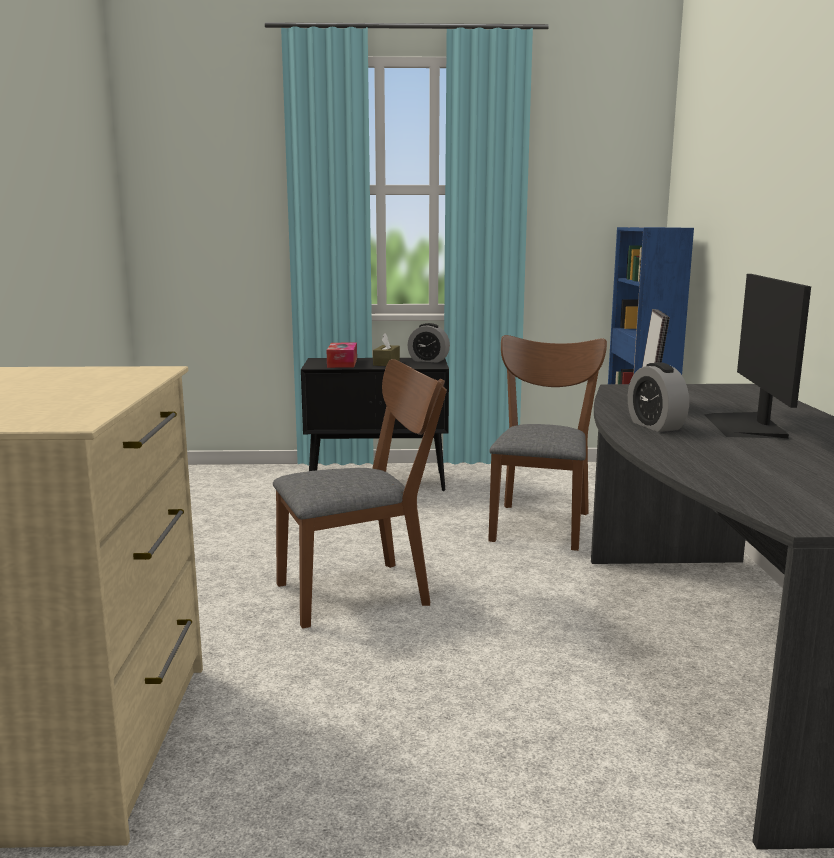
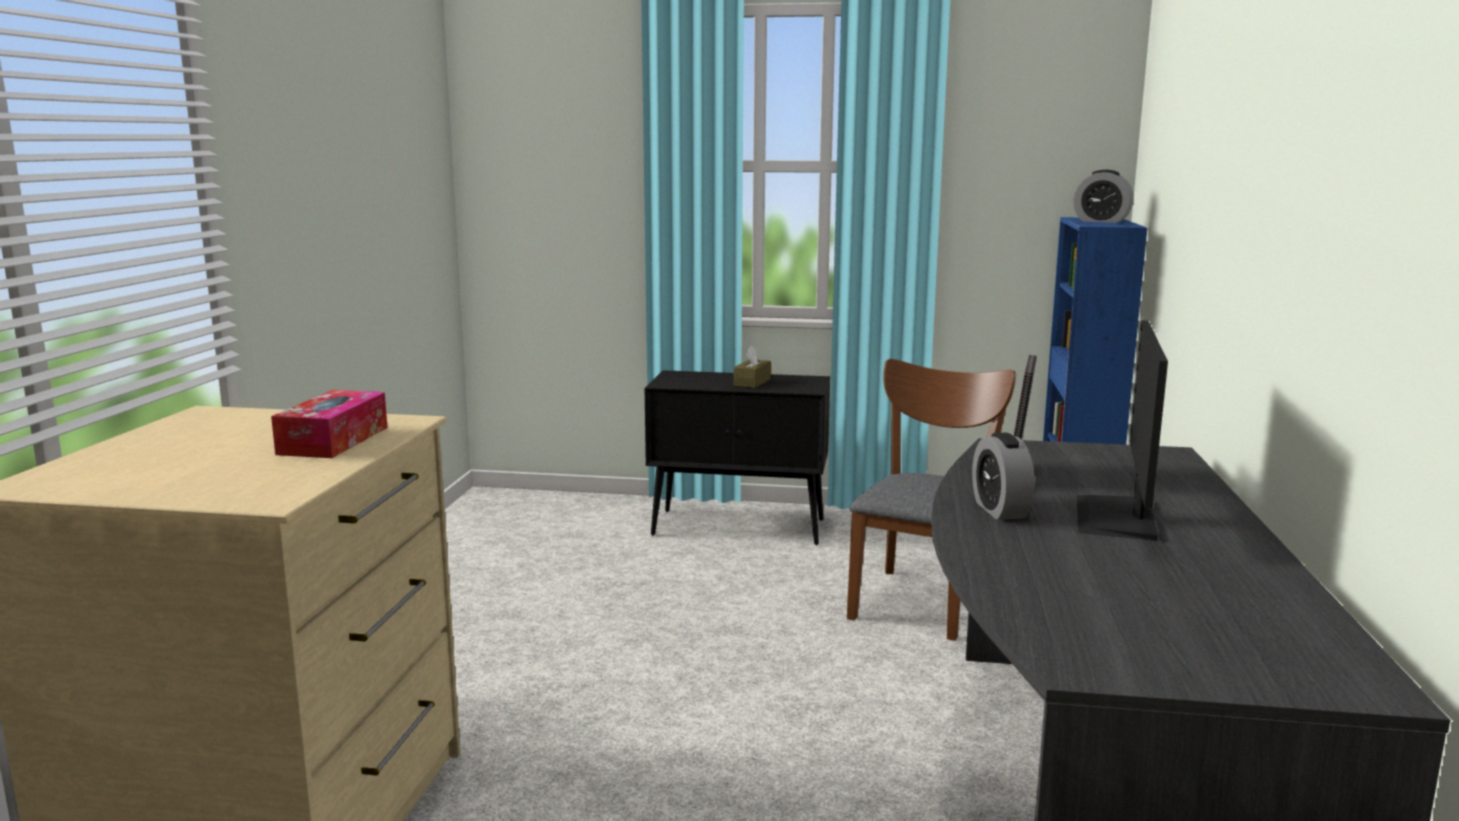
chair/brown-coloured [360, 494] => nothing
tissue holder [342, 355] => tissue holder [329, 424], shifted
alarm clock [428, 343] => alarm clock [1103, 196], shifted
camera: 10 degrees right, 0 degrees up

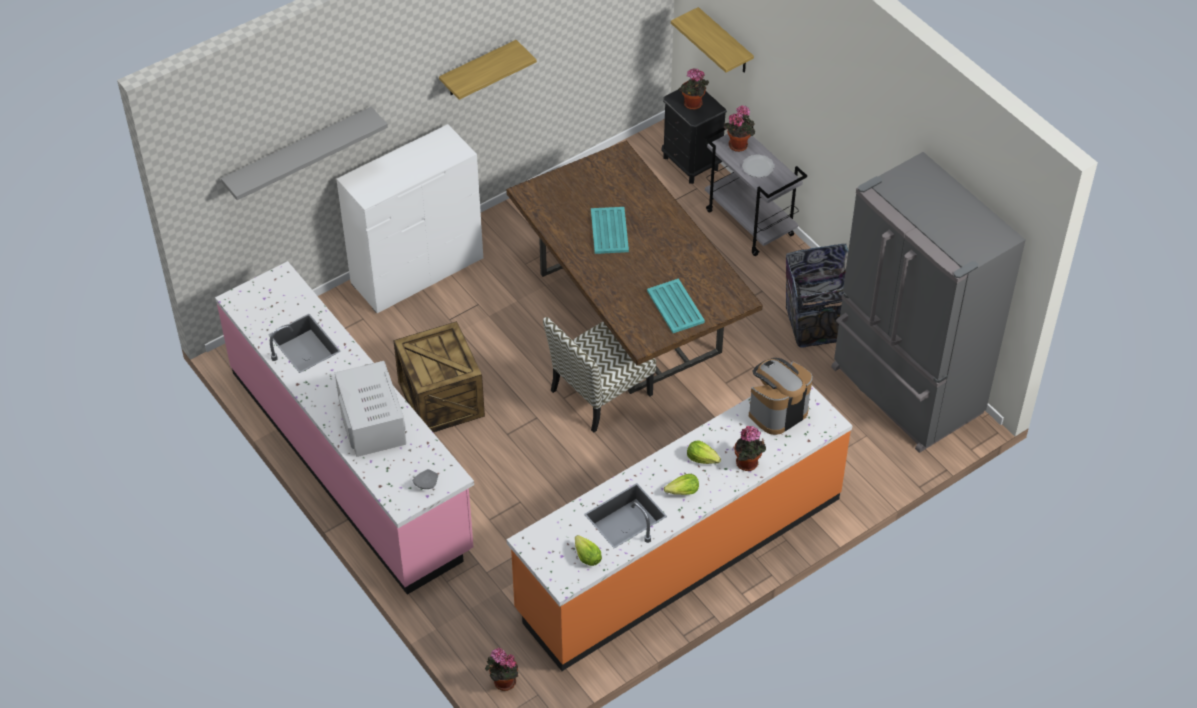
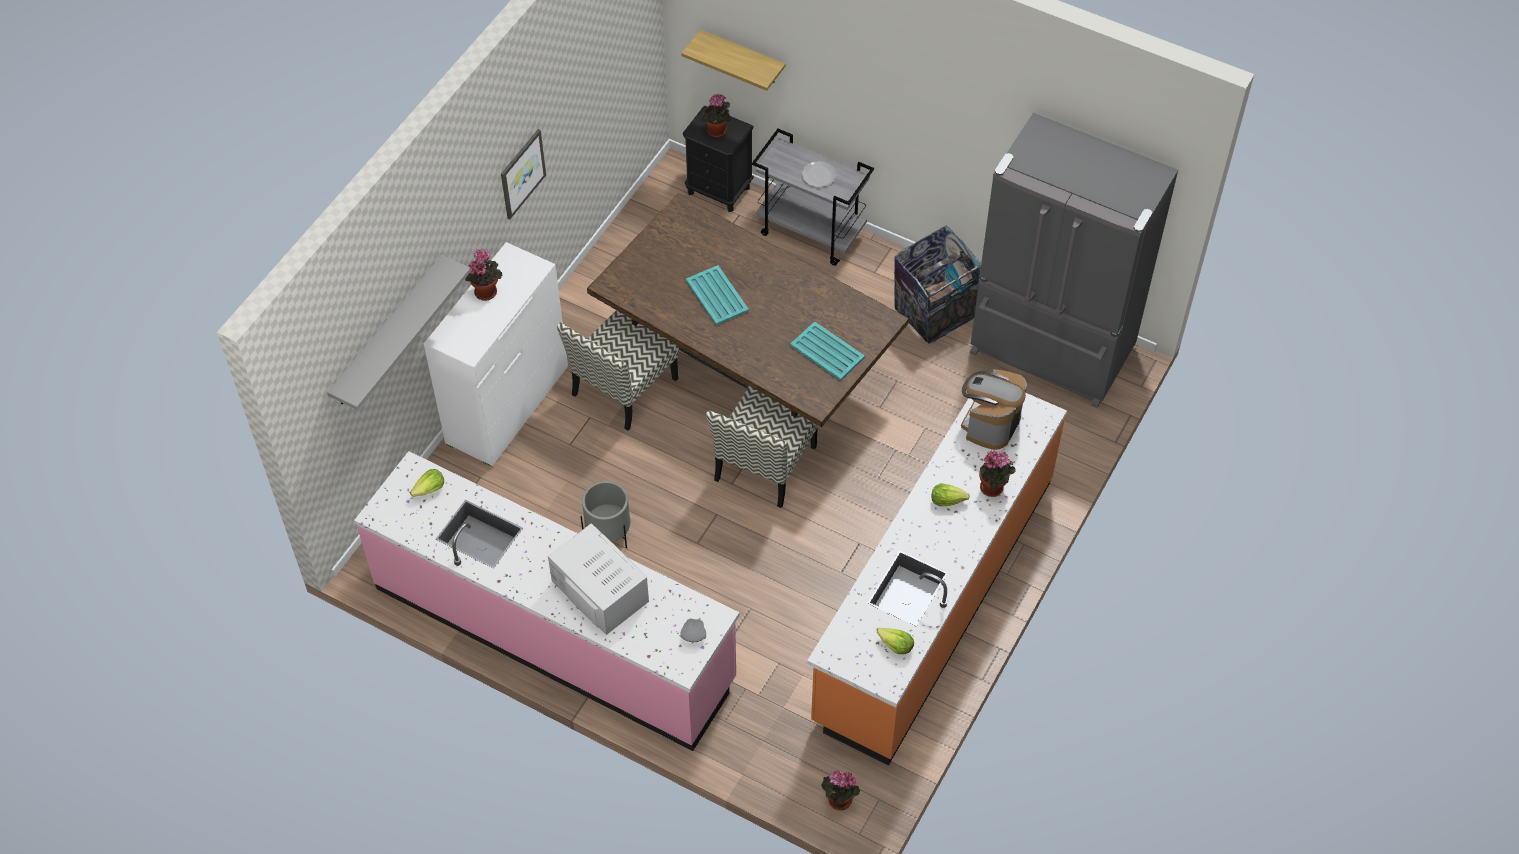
nothing => chair [618, 370]
lettuce head [681, 484] => lettuce head [427, 483], shifted
plant in a pot [739, 128] => plant in a pot [483, 274], shifted
shipping crate [439, 376] => planter/grey [605, 515]
bracket shelf [488, 70] => wall art [523, 174]
camera: 25 degrees left, 5 degrees up

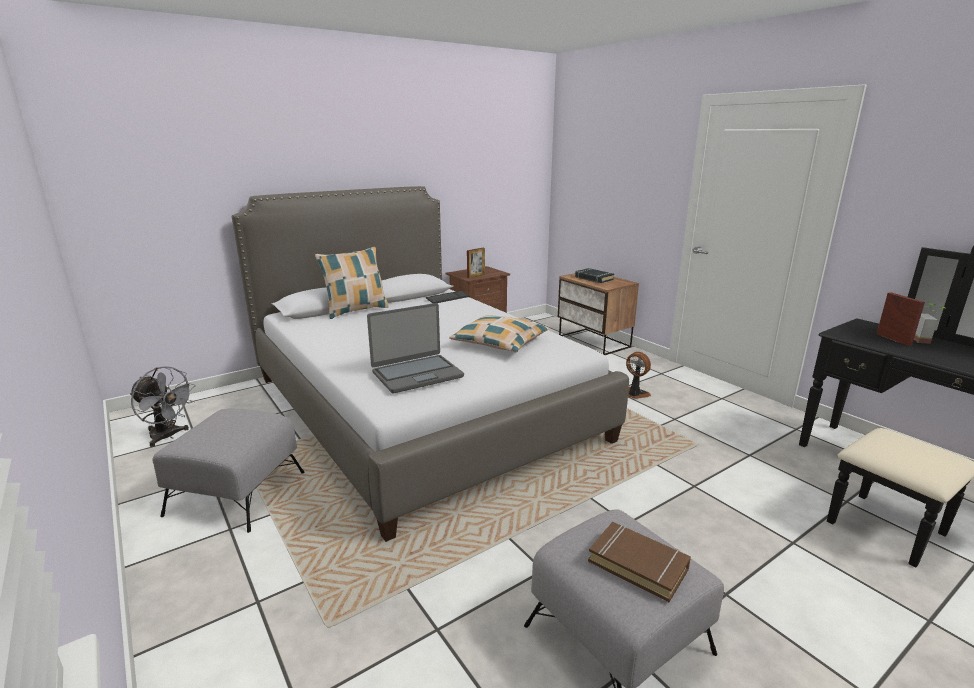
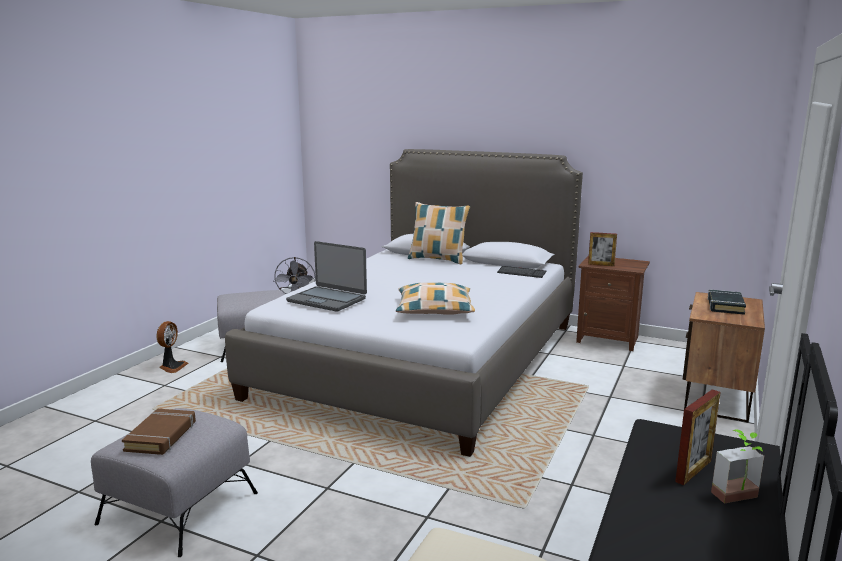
electric fan [638, 375] => electric fan [172, 347], shifted
camera: 60 degrees right, 5 degrees down

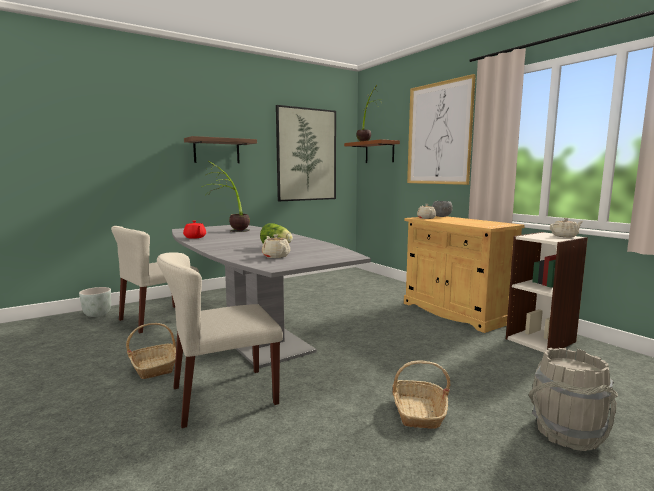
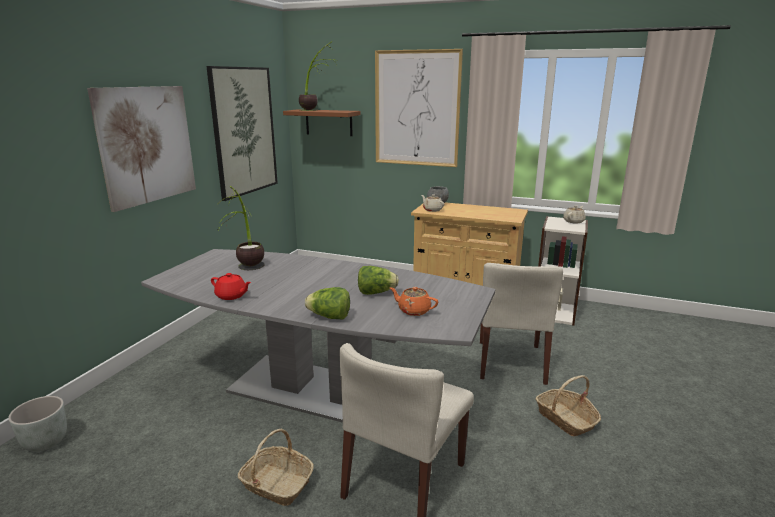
bucket/grey [573, 399] => nothing
nothing => lettuce head [327, 303]
chair/sand-coloured [155, 279] => chair/sand-coloured [521, 324], shifted
bracket shelf [220, 149] => wall art [141, 149]
teapot/sand-coloured [276, 246] => teapot/orangey [414, 301]
camera: 35 degrees left, 10 degrees up

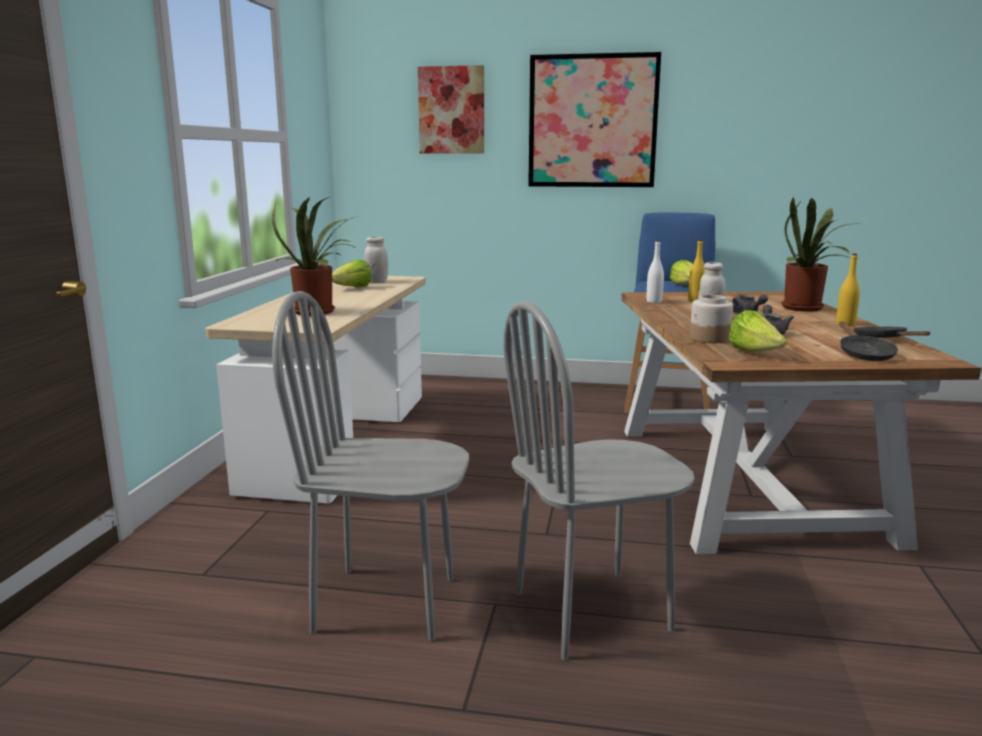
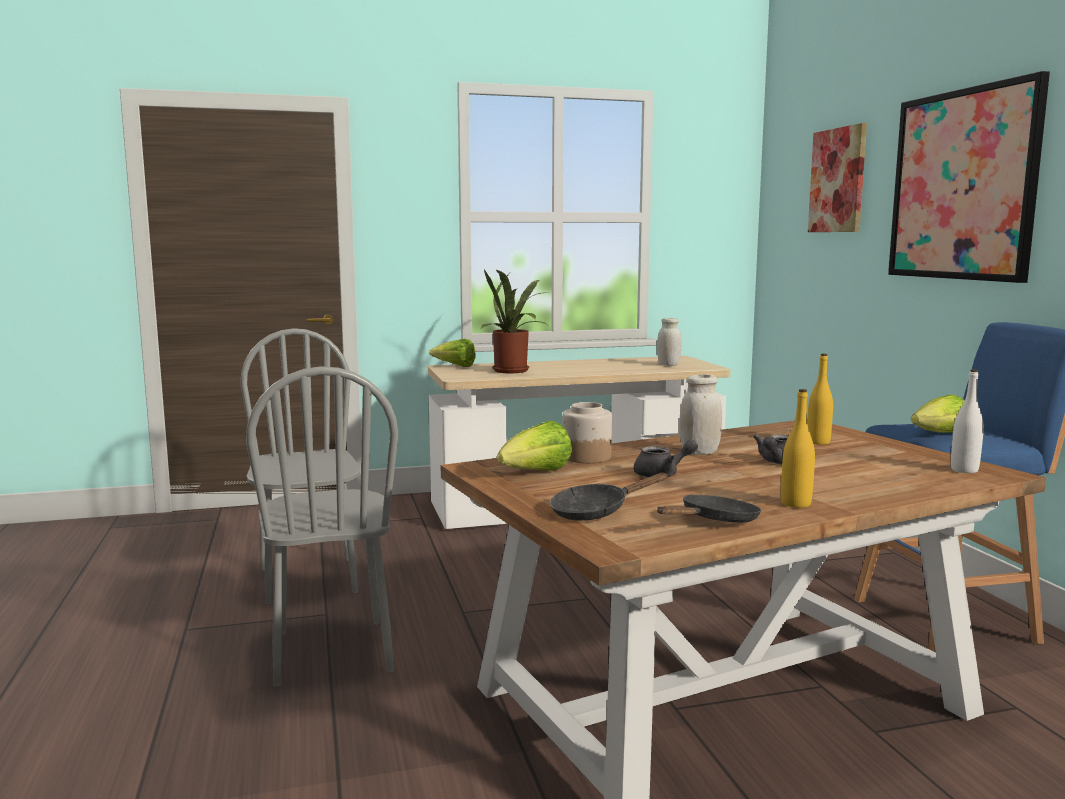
plant in a pot [822, 254] => nothing
lettuce head [352, 273] => lettuce head [452, 353], shifted
bottle/white [655, 271] => bottle/white [967, 421], shifted
chair/grey [599, 480] => chair/grey [322, 526], 150 degrees counterclockwise
camera: 65 degrees right, 5 degrees down

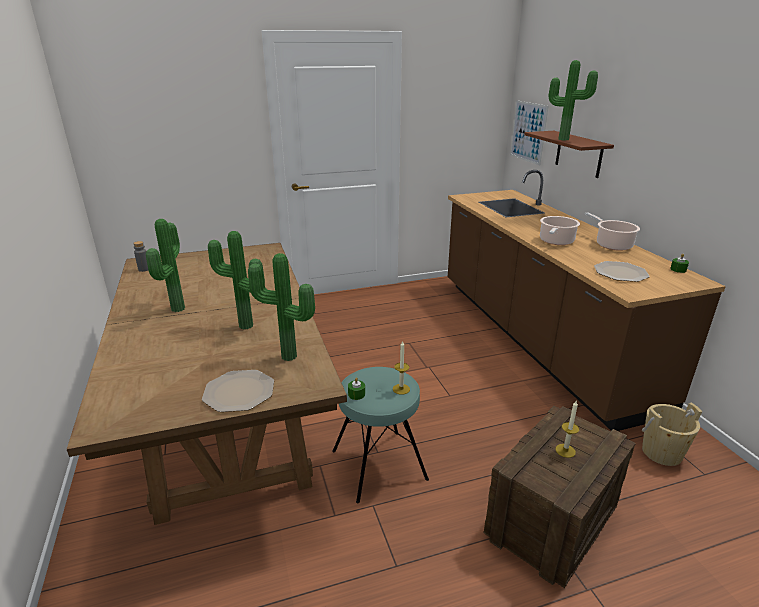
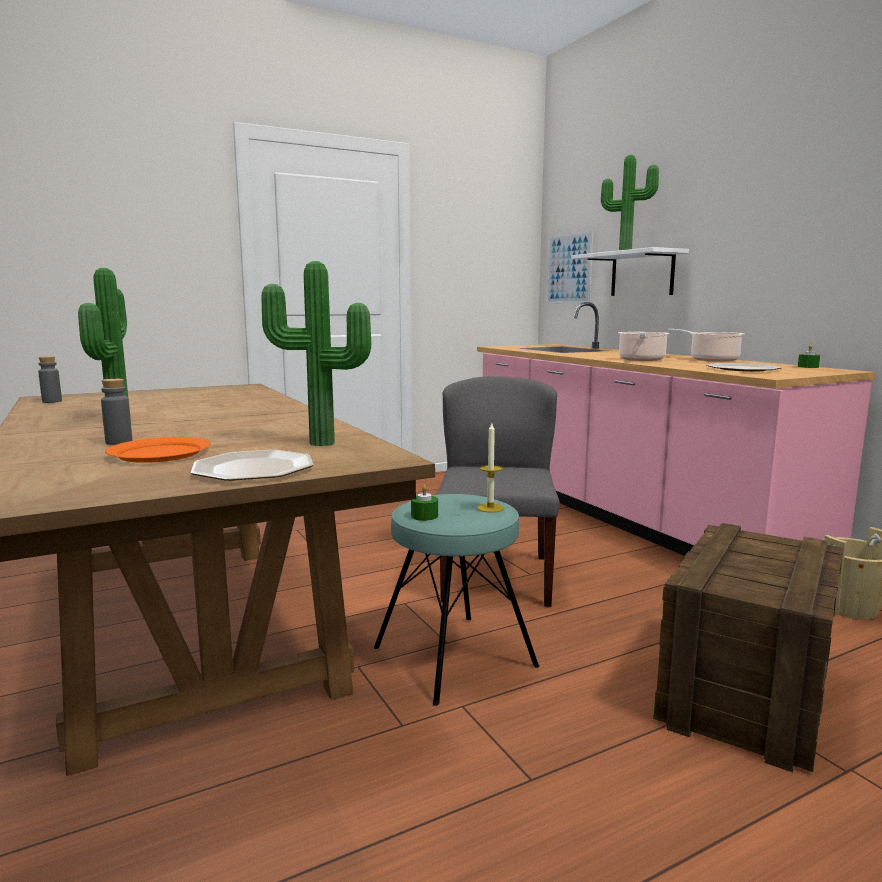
plant in a pot [236, 280] => nothing
candle [567, 429] => nothing
nothing => bottle/grey [116, 412]
nothing => flat dish/orangey [158, 450]
nothing => chair/grey [498, 491]
kitchen counter/brown-coloured [587, 300] => kitchen counter/pink [676, 429]
bracket shelf/brown-coloured [569, 154] => bracket shelf/white [630, 271]
camera: 10 degrees left, 15 degrees down

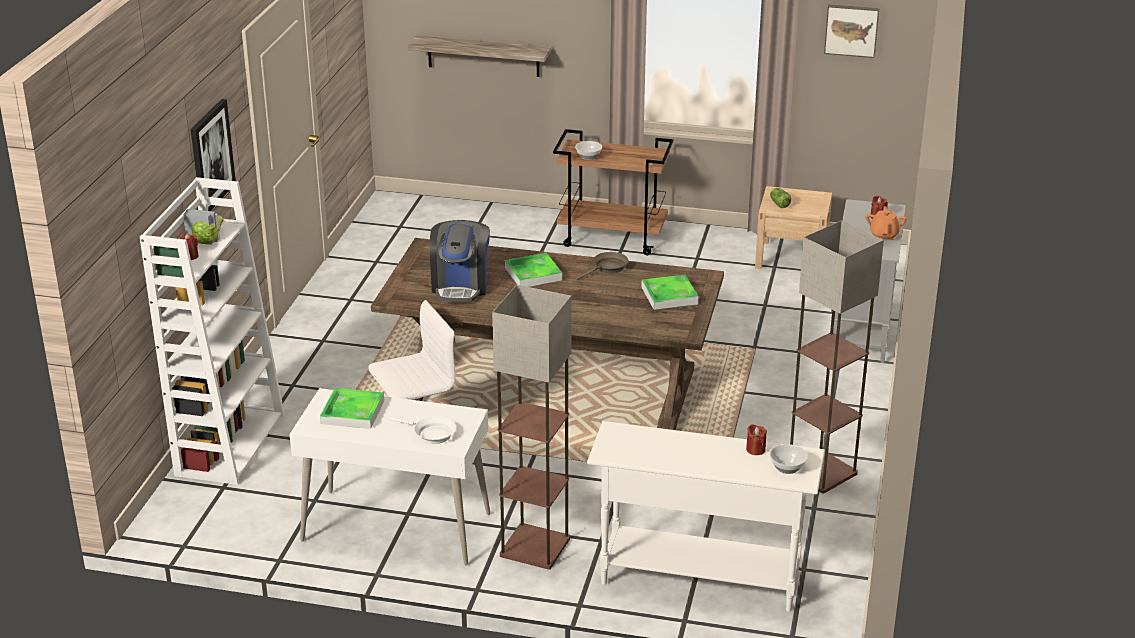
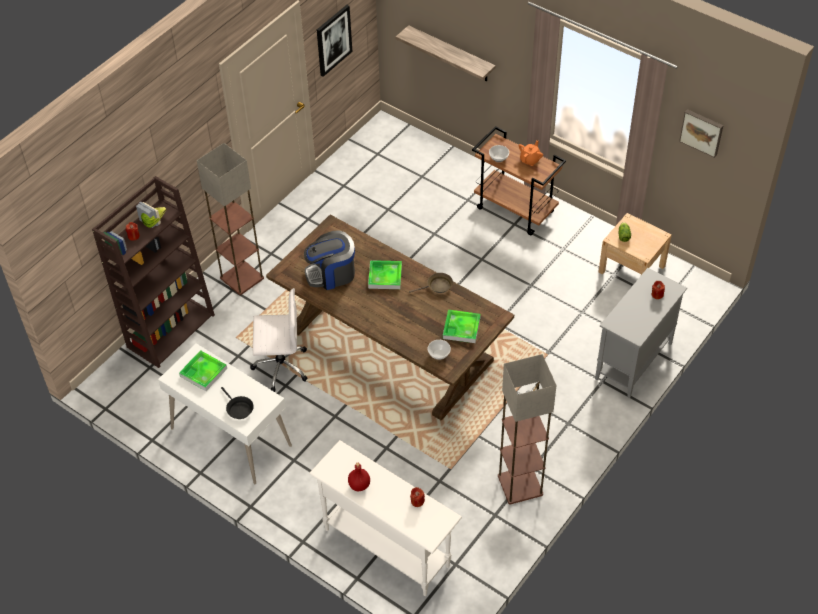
nothing => bottle/reddish [359, 477]
wall art [213, 155] => wall art [334, 41], shifted
standing lamp [532, 427] => standing lamp [230, 219], shifted
serving bowl [789, 459] => serving bowl [439, 350], shifted
teapot/orangey [886, 223] => teapot/orangey [531, 153], shifted
shelving unit/white [212, 331] => shelving unit/brown-coloured [153, 272]
pan/white [423, 430] => pan/black [237, 403]
coffee brewer [460, 261] => coffee brewer [329, 260], 45 degrees clockwise
camera: 25 degrees right, 20 degrees up

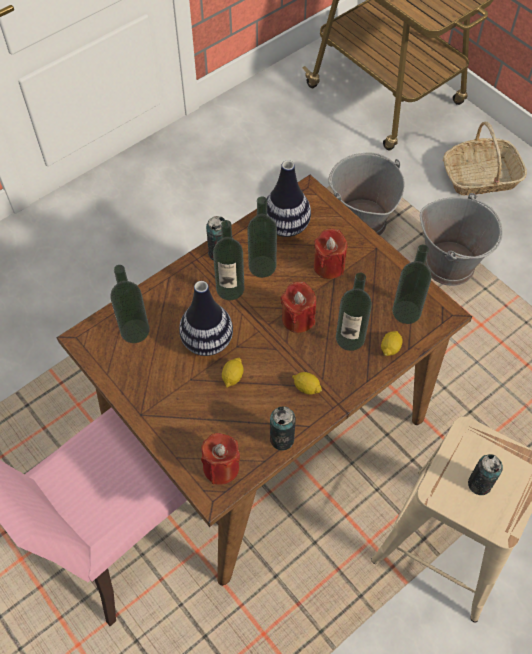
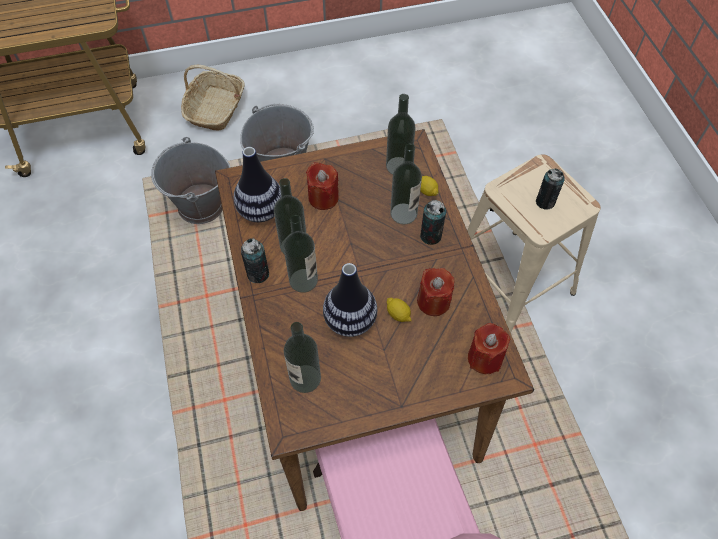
whole lemon [307, 383] => nothing
can [283, 428] => can [433, 222], shifted
candle/reddish [298, 307] => candle/reddish [435, 292], shifted
camera: 65 degrees left, 0 degrees up

